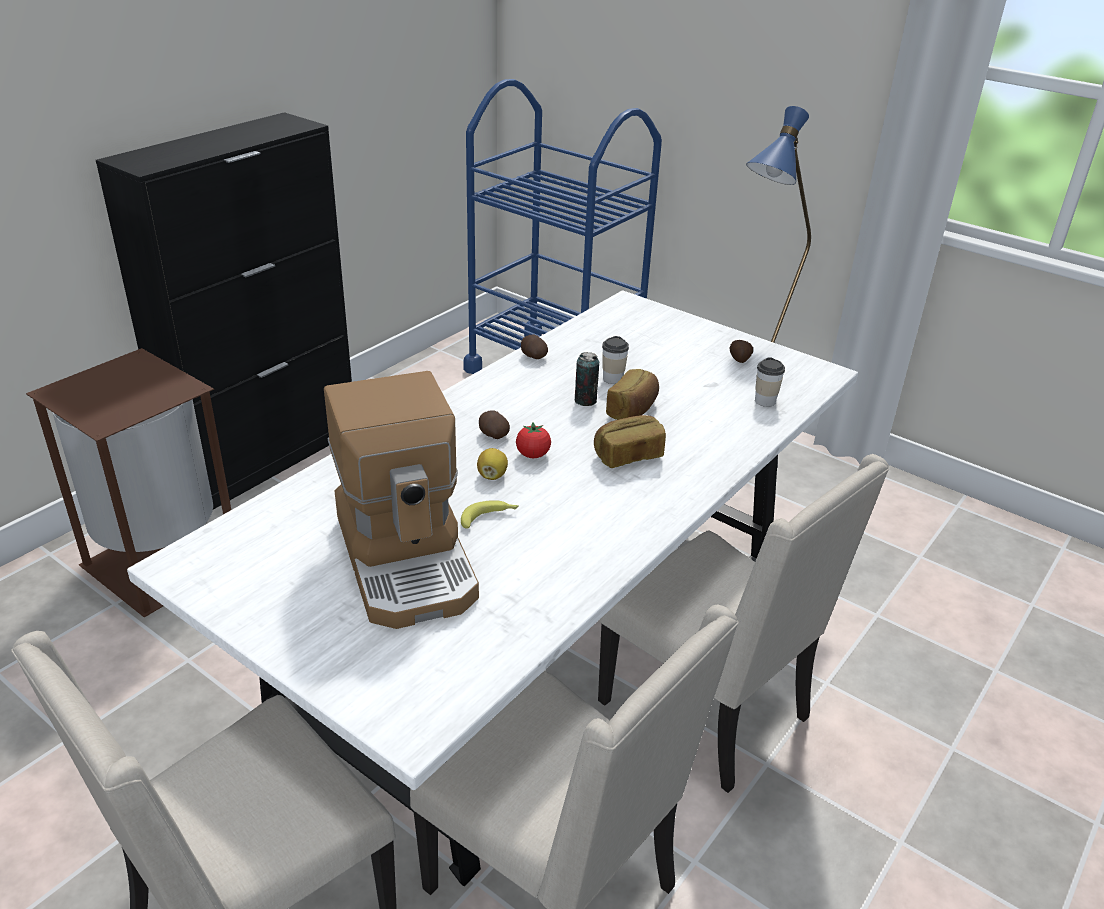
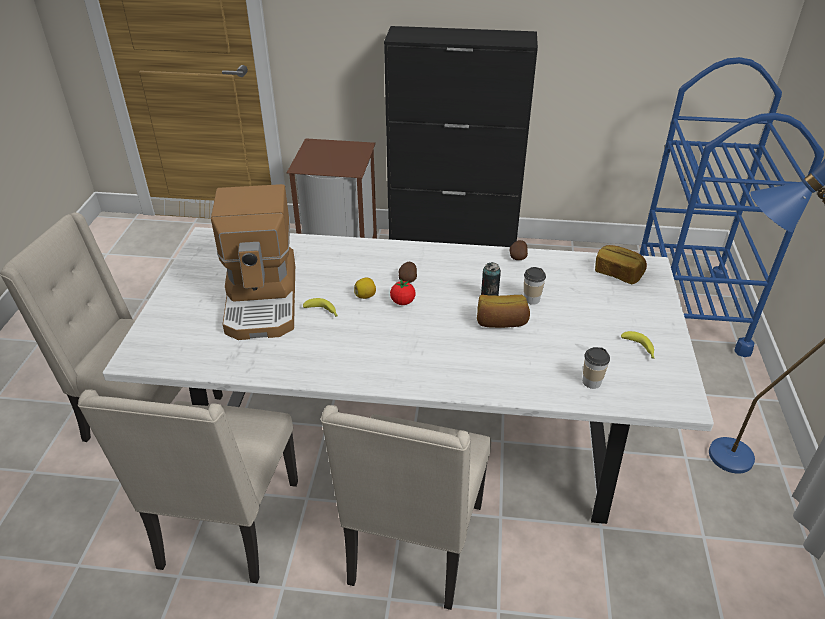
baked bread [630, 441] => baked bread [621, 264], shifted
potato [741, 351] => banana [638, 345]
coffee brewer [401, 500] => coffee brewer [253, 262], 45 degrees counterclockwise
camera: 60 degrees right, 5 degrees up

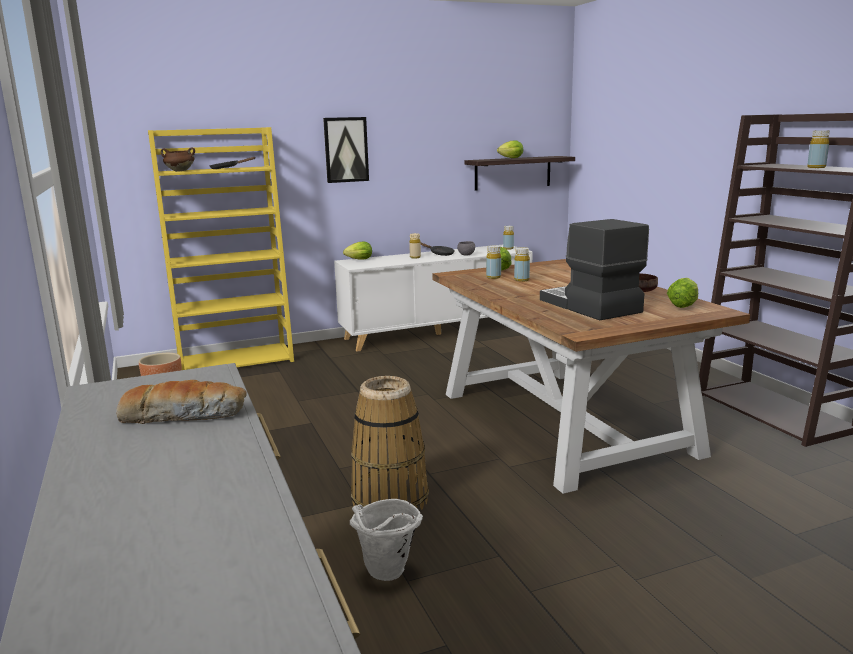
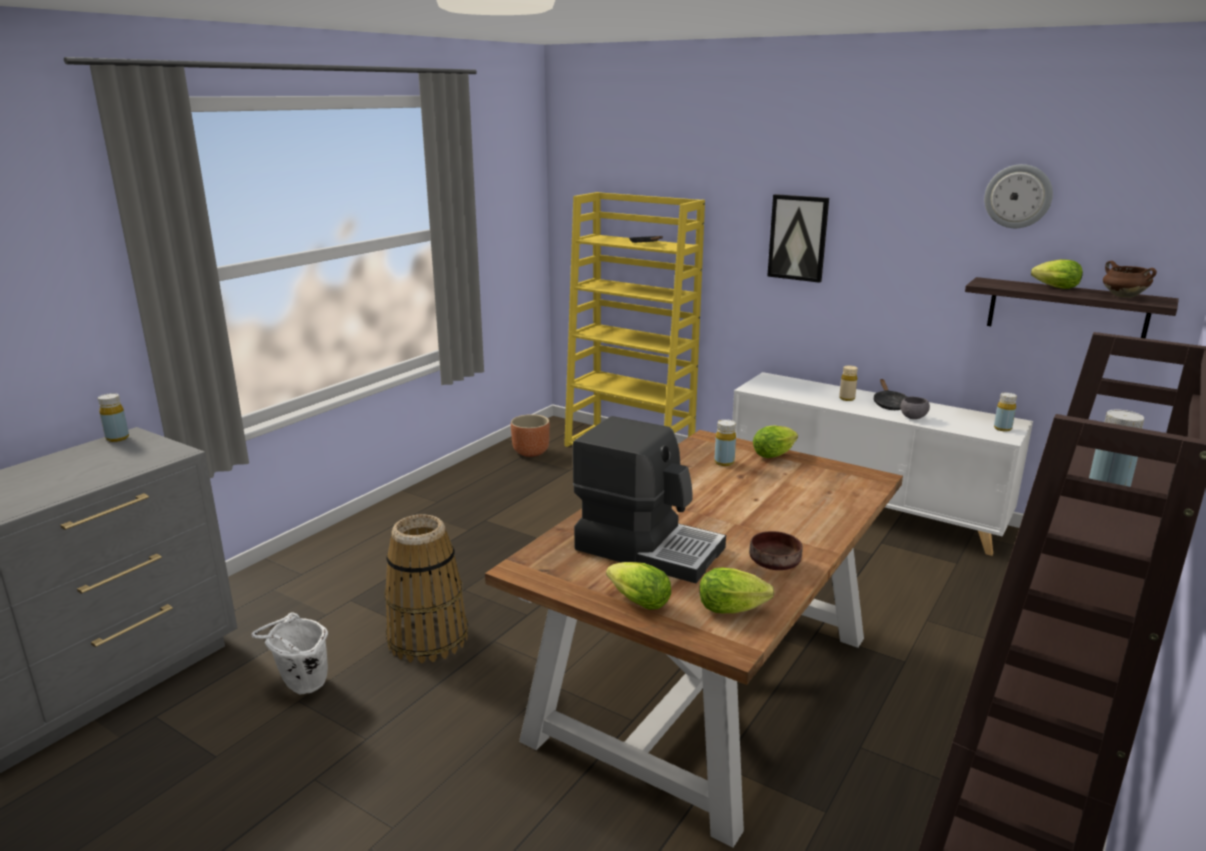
baked bread [181, 402] => nothing
nothing => hanging clock [1018, 196]
cooking pot/brown-coloured [178, 159] => cooking pot/brown-coloured [1130, 279], shifted
lettuce head [357, 251] => lettuce head [638, 586], shifted
bottle/yellowish [522, 264] => bottle/yellowish [113, 417], shifted
coffee brewer [594, 269] => coffee brewer [649, 499], 90 degrees clockwise
camera: 55 degrees right, 5 degrees up

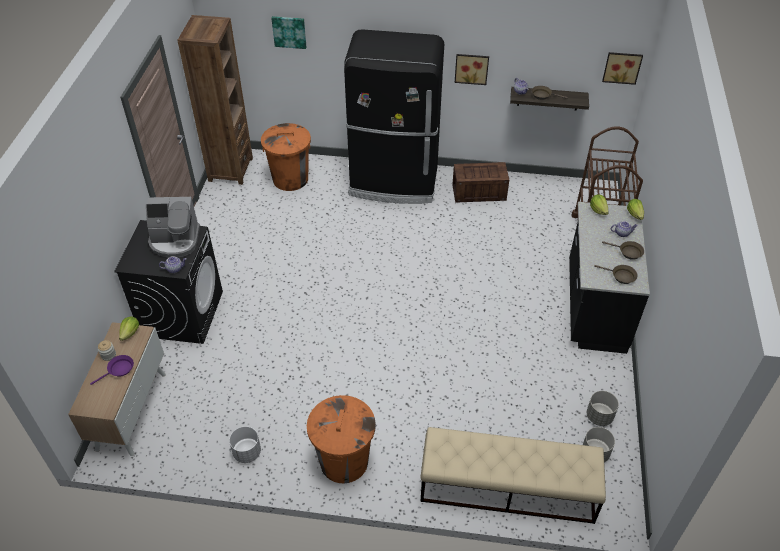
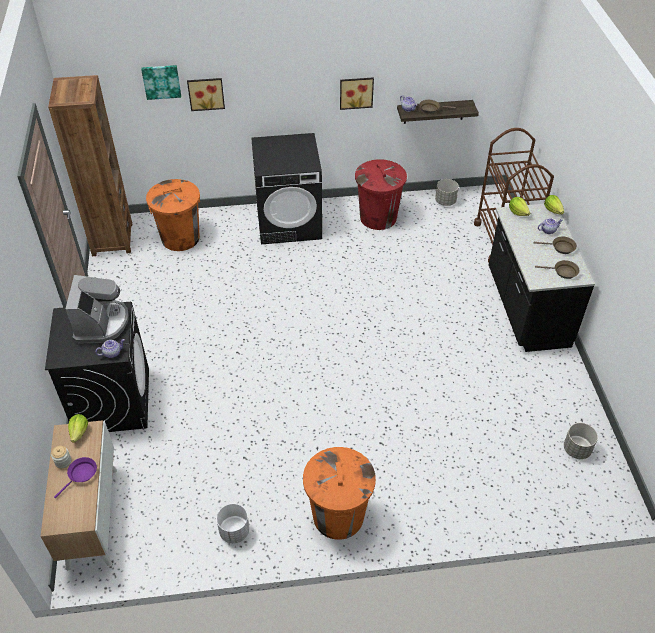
long seat/sand-coloured [513, 475] => nothing
planter/grey [603, 408] => planter/grey [447, 192], shifted
wall art [622, 68] => wall art [206, 94], shifted
kitchen fridge/black [394, 116] => laundry machine/black [286, 188]
shipping crate [480, 182] => waste bin/reddish [381, 194]
coffee brewer [173, 227] => coffee brewer [97, 309], 75 degrees counterclockwise
camera: 15 degrees left, 0 degrees up

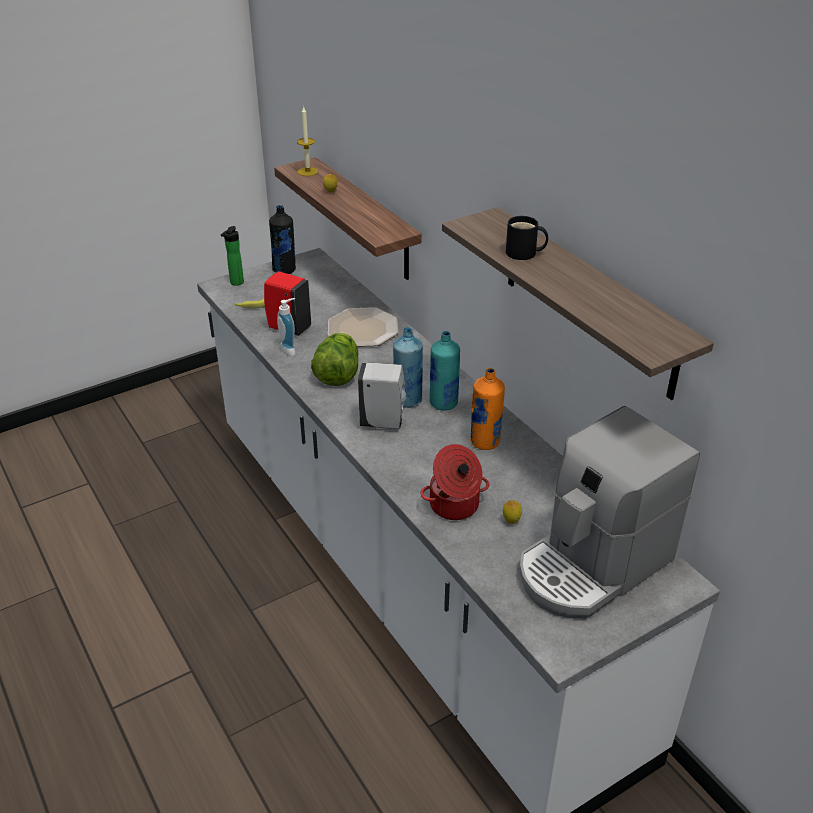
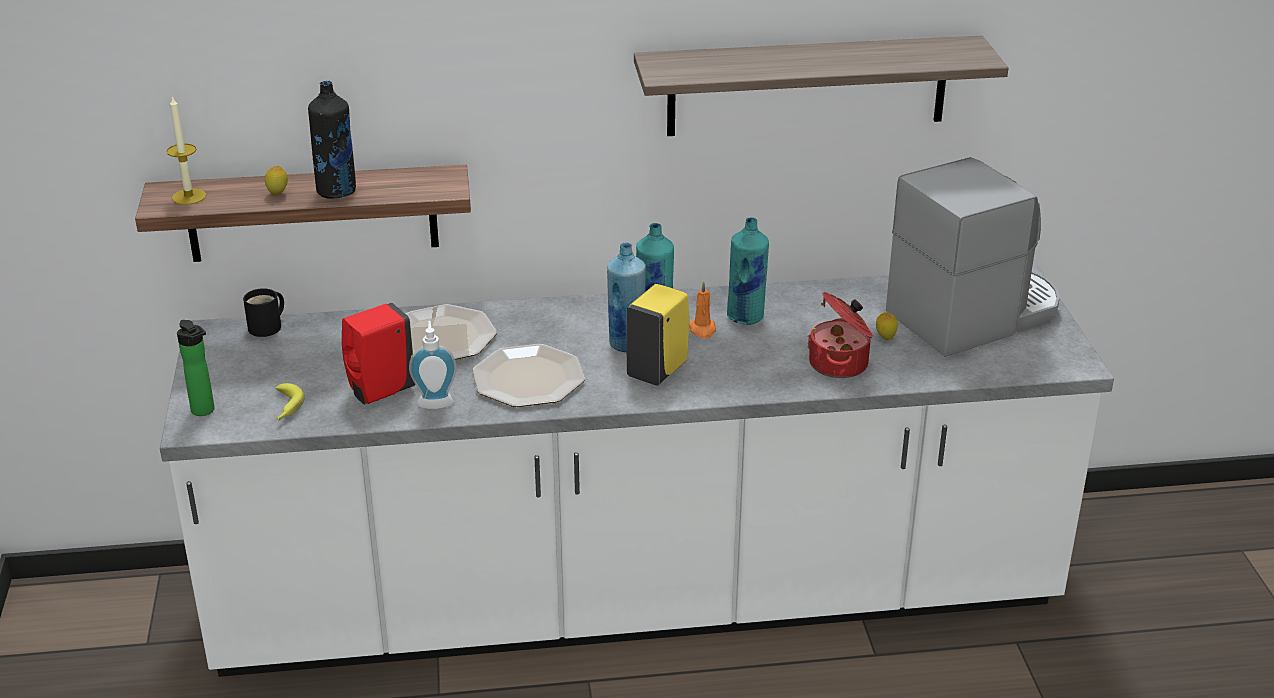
nothing => candle/orangey [702, 309]
bottle/black [282, 239] => bottle/black [332, 140], shifted
tea mug/black [527, 238] => tea mug/black [263, 312], shifted
lettuce head [334, 359] => flat dish [529, 375]
liquid soap bottle/white [382, 395] => liquid soap bottle/yellowish [657, 335]
bottle/orangey [487, 409] => bottle/blue-green [748, 271]
coffee brewer [609, 512] => coffee brewer [973, 257], 105 degrees counterclockwise
camera: 65 degrees left, 5 degrees down

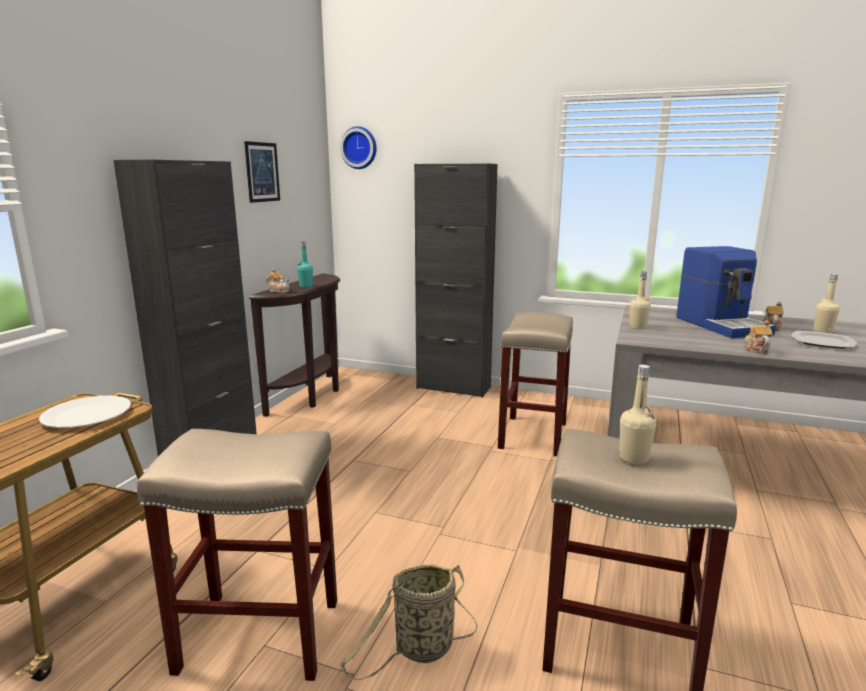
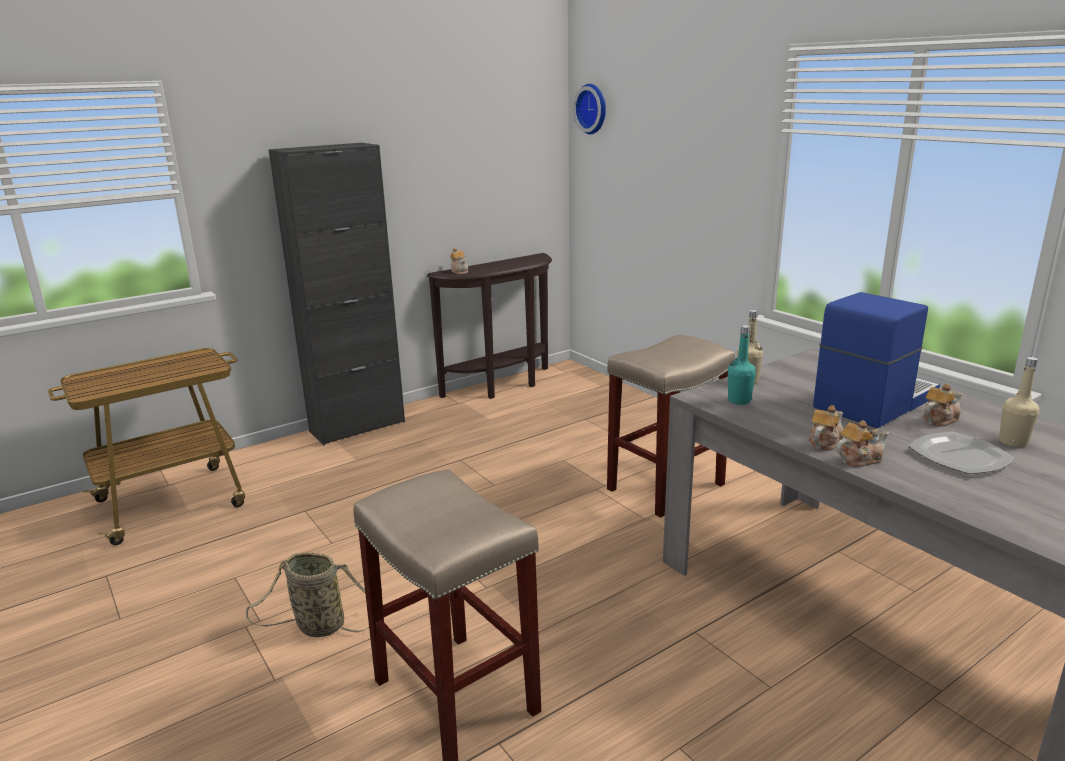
flat dish/white [85, 412] => nothing
sitting stool/sand-coloured [237, 555] => nothing
wall art [262, 172] => nothing
storage cabinet/black [455, 280] => nothing
bottle/sand-coloured [637, 414] => nothing
nothing => teapot [862, 443]
bottle/blue-green [305, 265] => bottle/blue-green [742, 365], shifted
coffee brewer [726, 292] => coffee brewer [876, 360], 150 degrees counterclockwise
camera: 35 degrees right, 5 degrees up

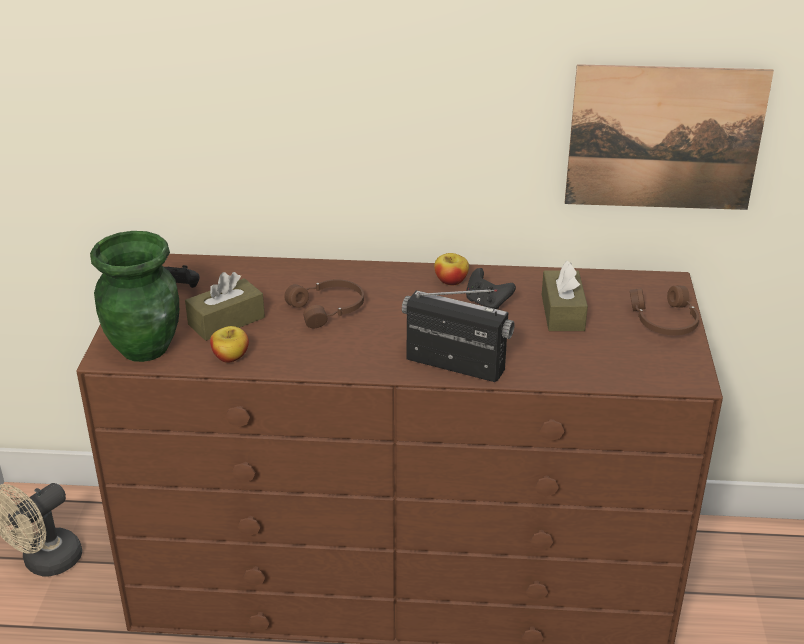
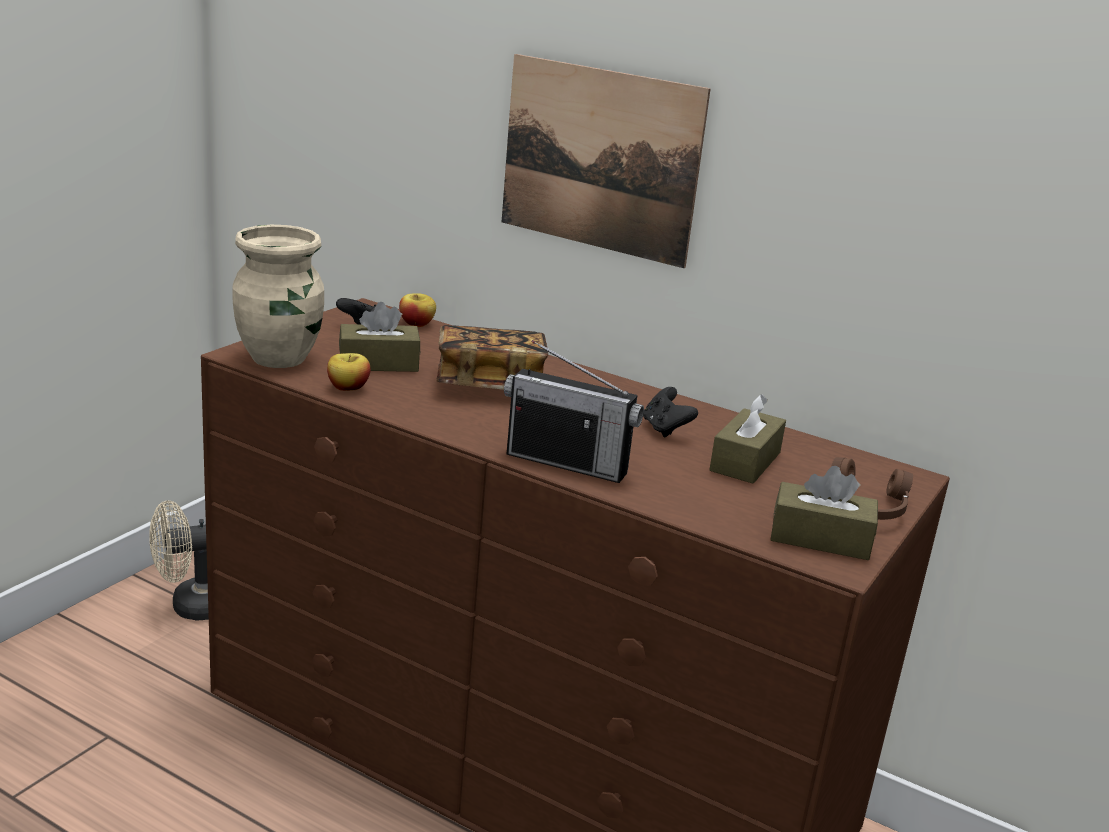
nothing => tissue holder/brown-coloured [824, 513]
apple fruit [451, 269] => apple fruit [417, 310], shifted
wall art [669, 137] => wall art [606, 161], shifted
pair of headphones/brown-coloured [324, 303] => volume [492, 357]
flower vase/green-coloured [134, 296] => flower vase/sand-coloured [278, 296]
radio receiver [458, 335] => radio receiver [574, 411], 150 degrees clockwise
camera: 25 degrees right, 10 degrees down

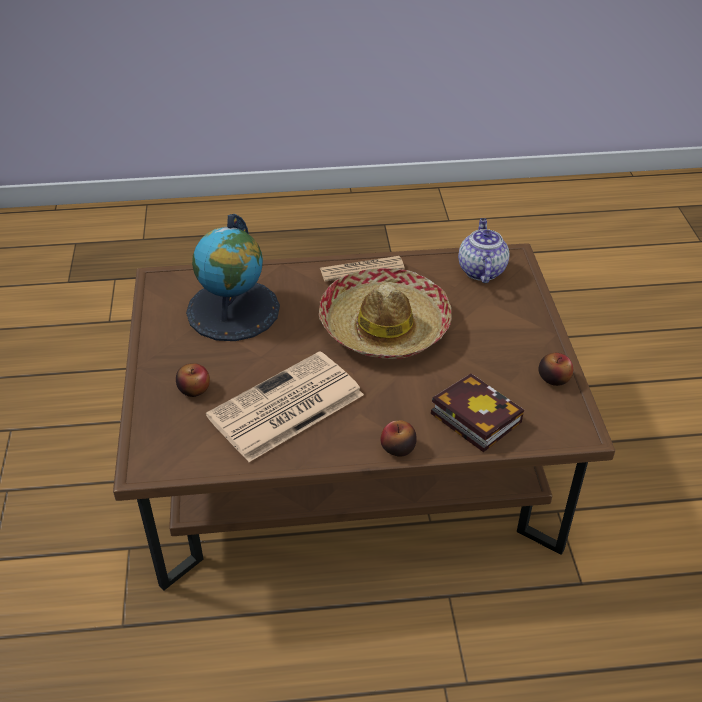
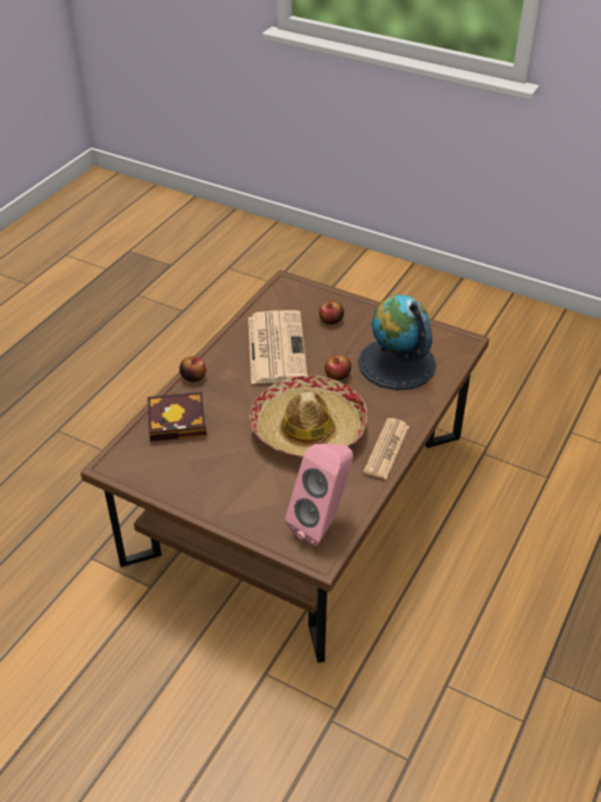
apple fruit [555, 369] => apple fruit [338, 367], shifted
teapot [484, 250] => speaker/pink [319, 495]
camera: 125 degrees right, 0 degrees up

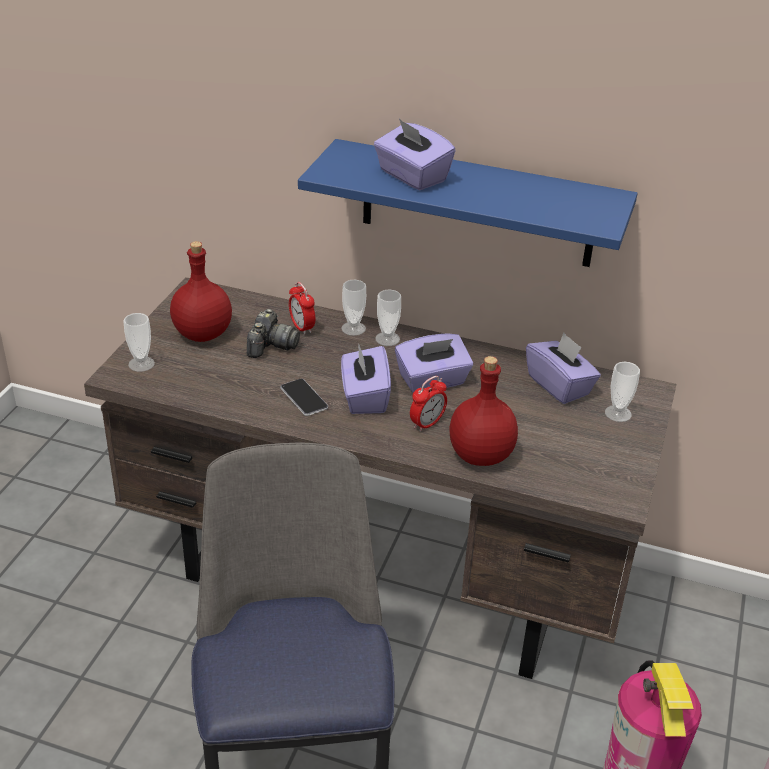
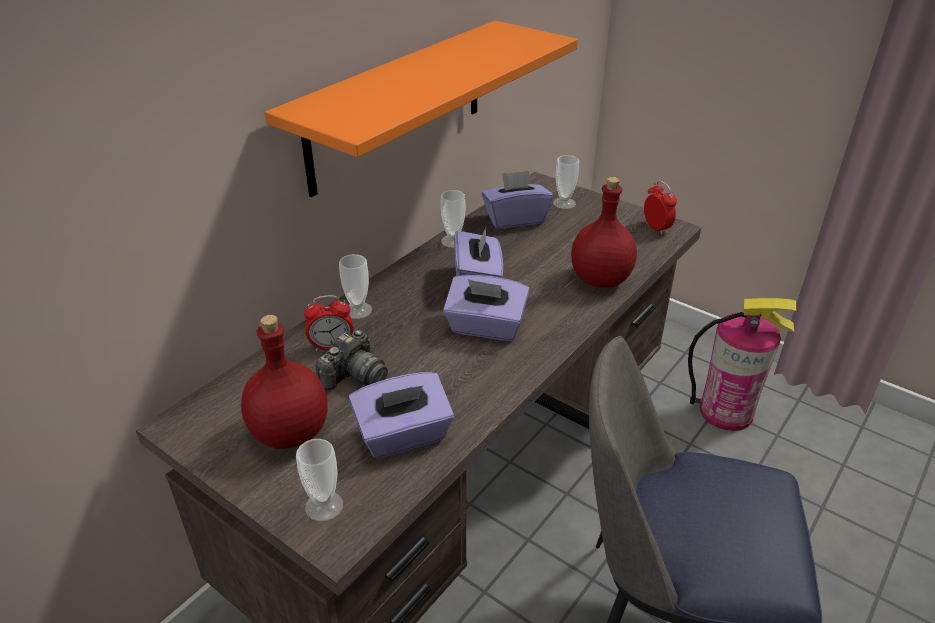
handset [304, 397] => nothing
tissue holder/purplish [415, 154] => tissue holder/purplish [401, 415], shifted
drinking cup [388, 318] => drinking cup [453, 219], shifted
alarm clock [428, 404] => alarm clock [660, 208], shifted
bracket shelf/blue [468, 203] => bracket shelf/orangey [421, 109]
still camera [273, 333] => still camera [352, 360], 90 degrees clockwise
camera: 70 degrees left, 0 degrees up

